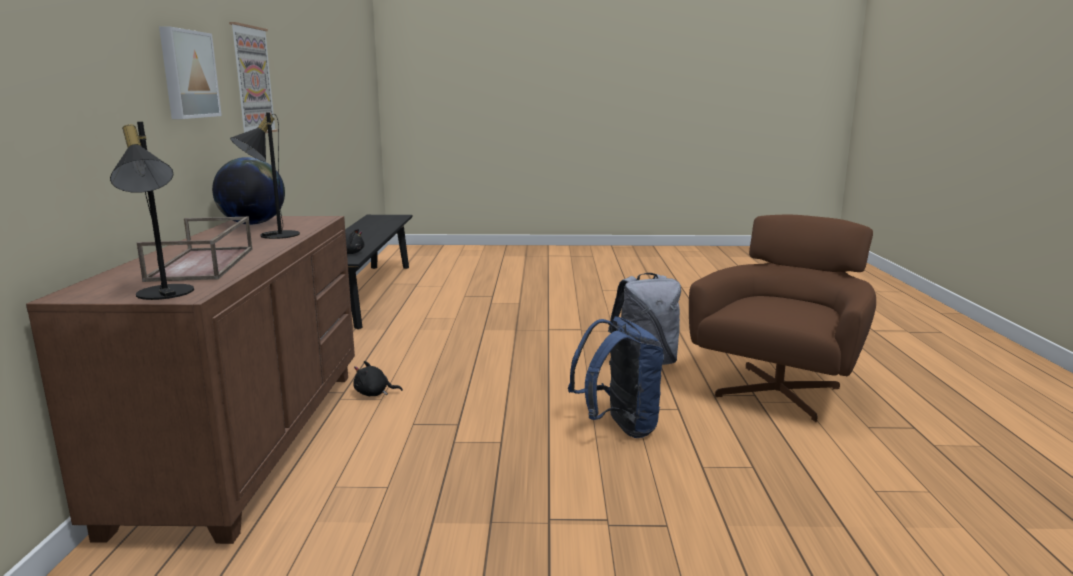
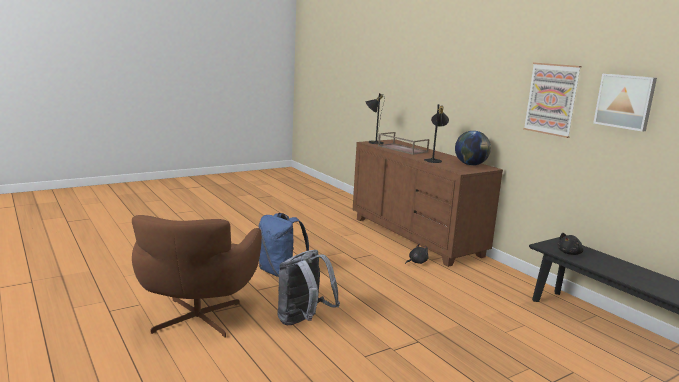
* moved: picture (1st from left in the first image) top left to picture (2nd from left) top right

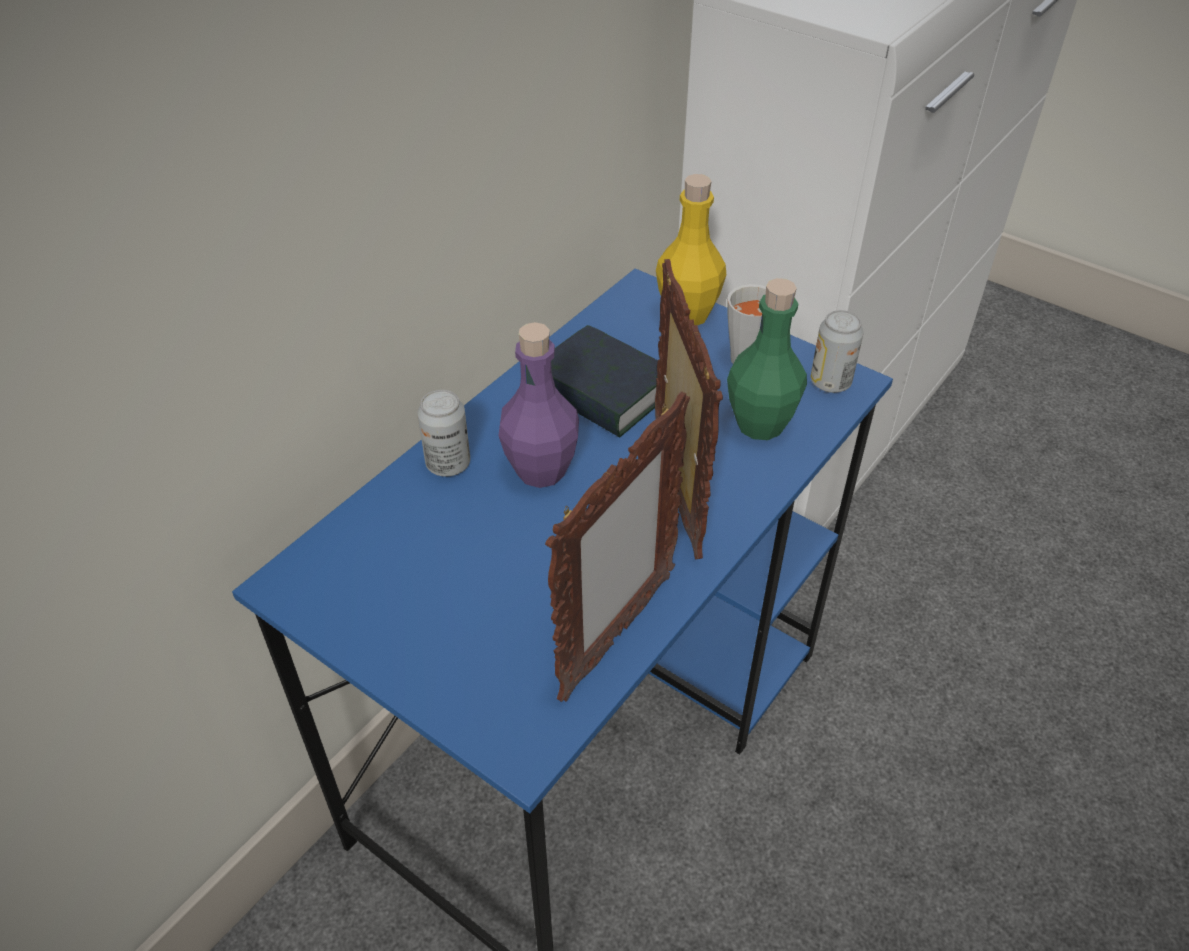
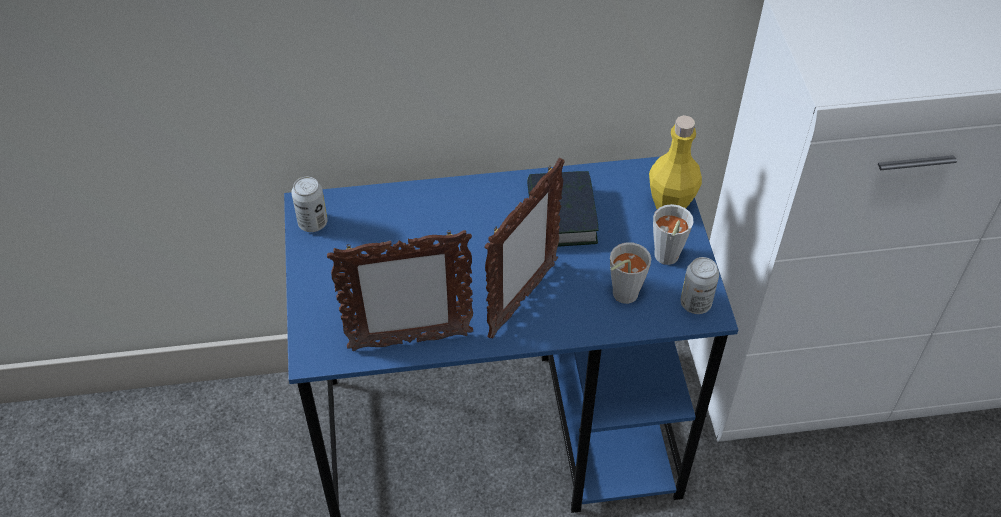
* moved: sealed can (1st from left) centre to middle left
* replaced: greenish drink bottle centre to gray drinking cup (1st from left) centre
* removed: purplish drink bottle centre

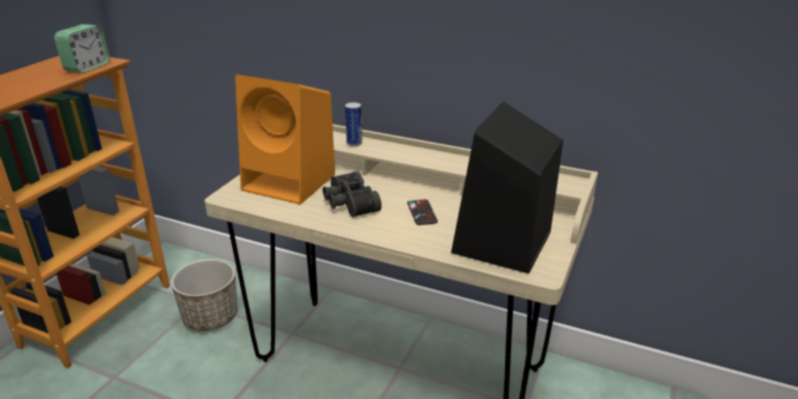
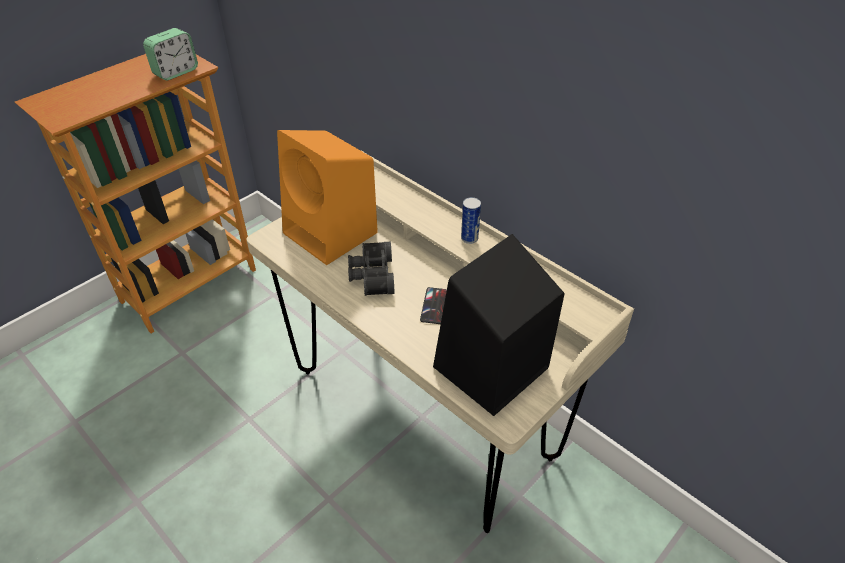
* moved: sealed can top centre to centre
* removed: planter bottom left

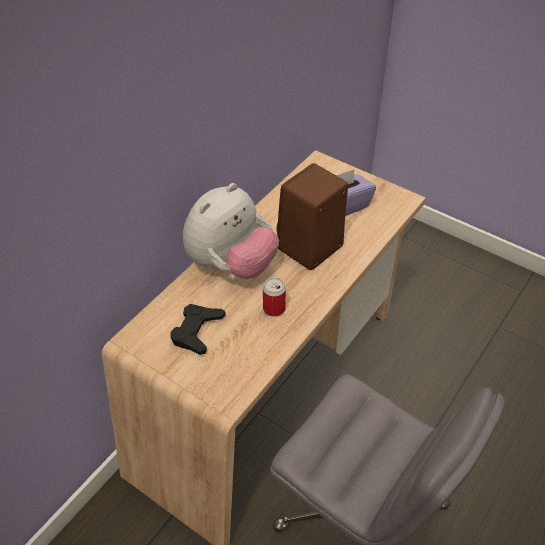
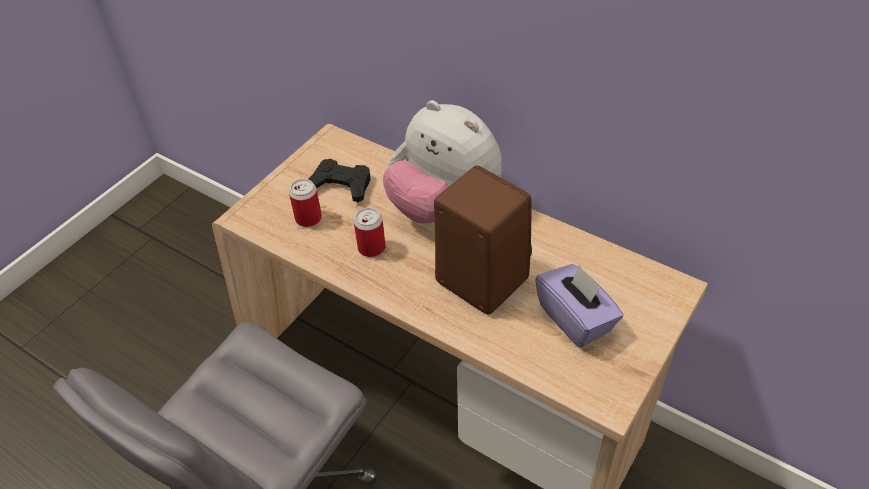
* added: sealed can (1st from left) centre

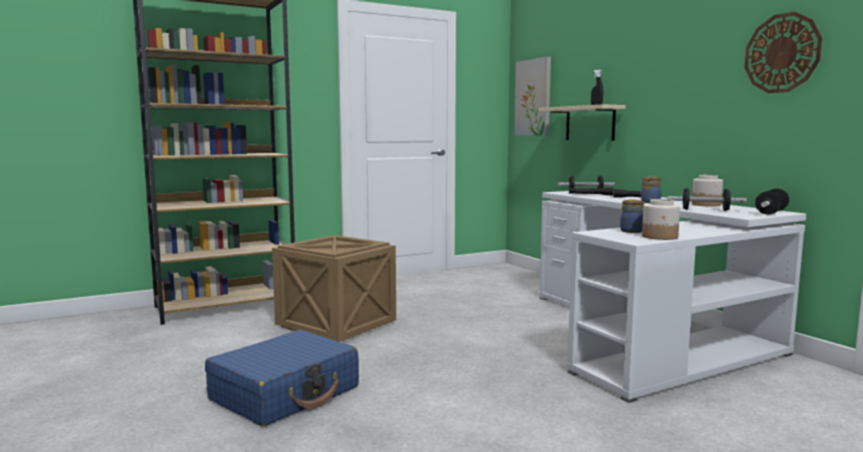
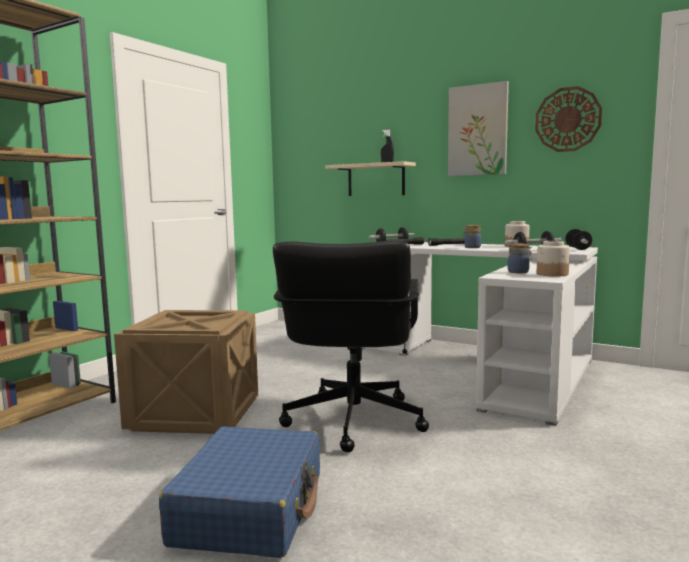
* added: black-coloured desk chair centre
* moved: picture top centre to top right

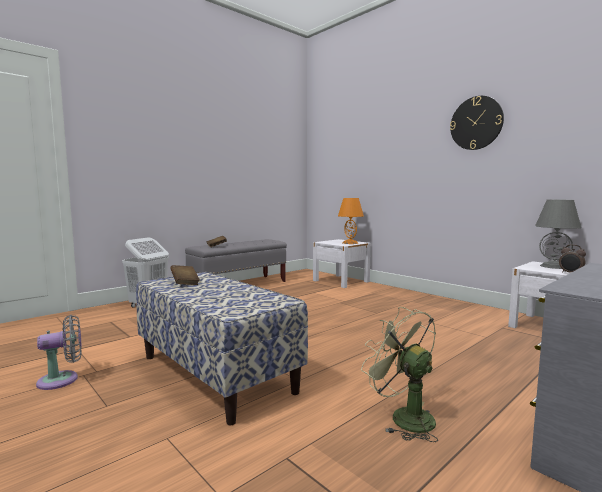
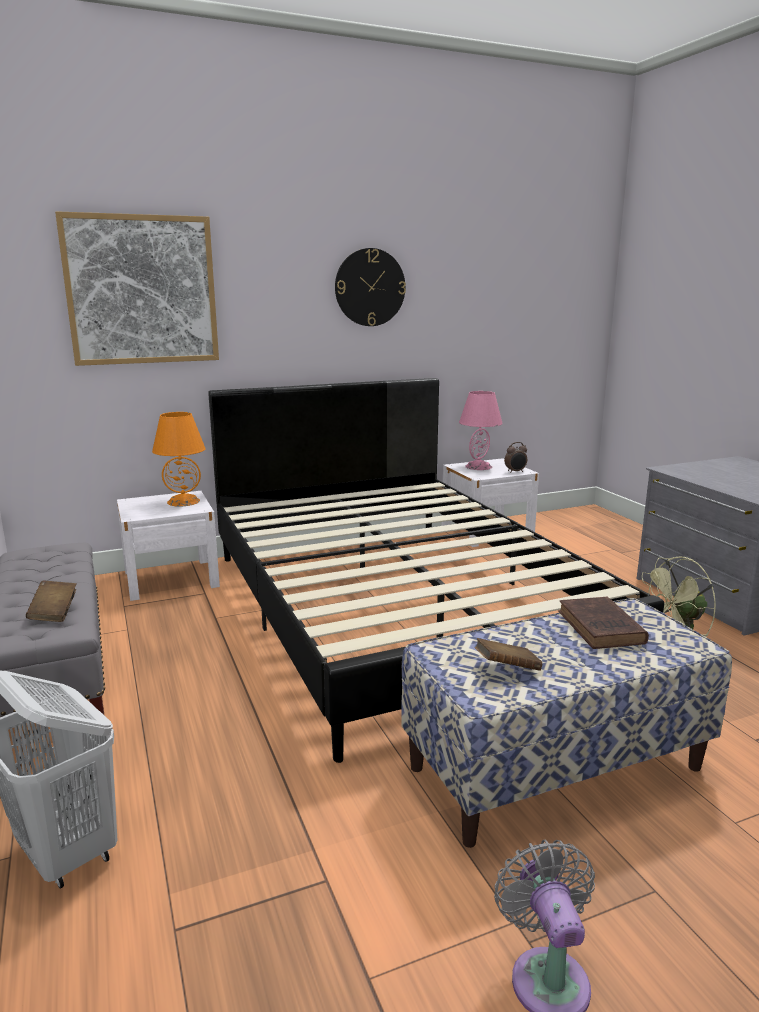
* added: picture top left
* added: black-coloured bedroom bed centre
* recoloured: gray lamp for a table middle right to pink-coloured lamp for a table centre
* added: brown-coloured book (3rd from left) middle right

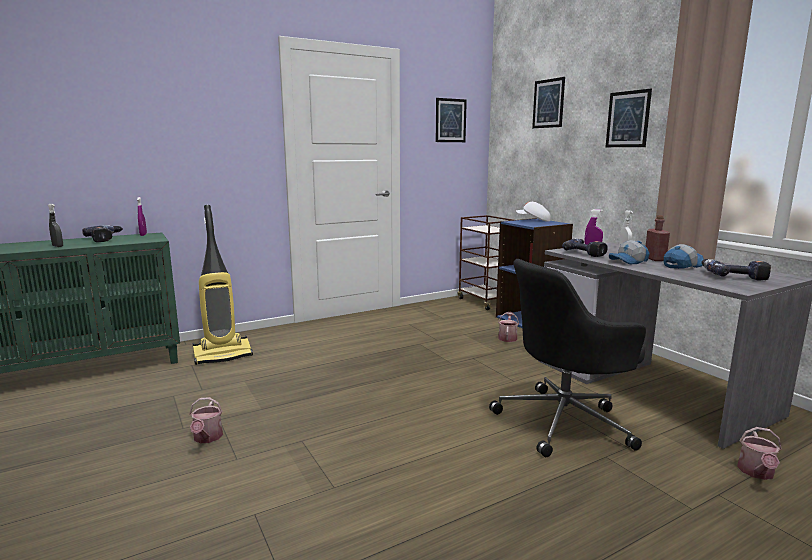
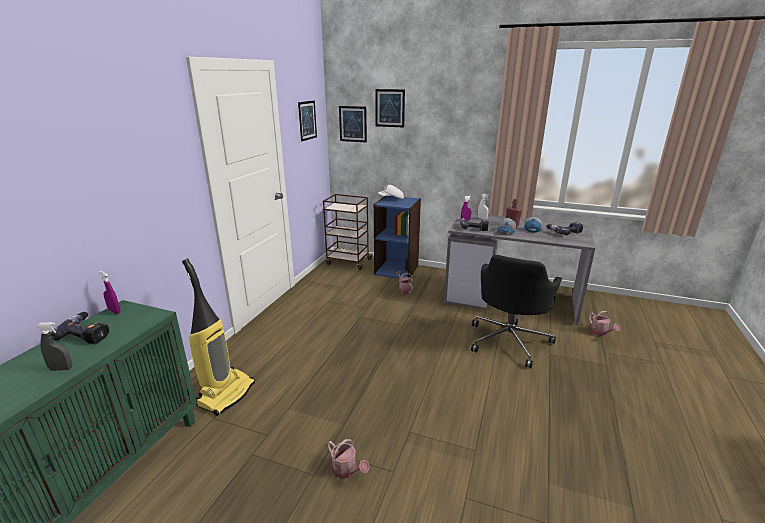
* moved: picture (3rd from left in the first image) top right to picture (2nd from left) top centre

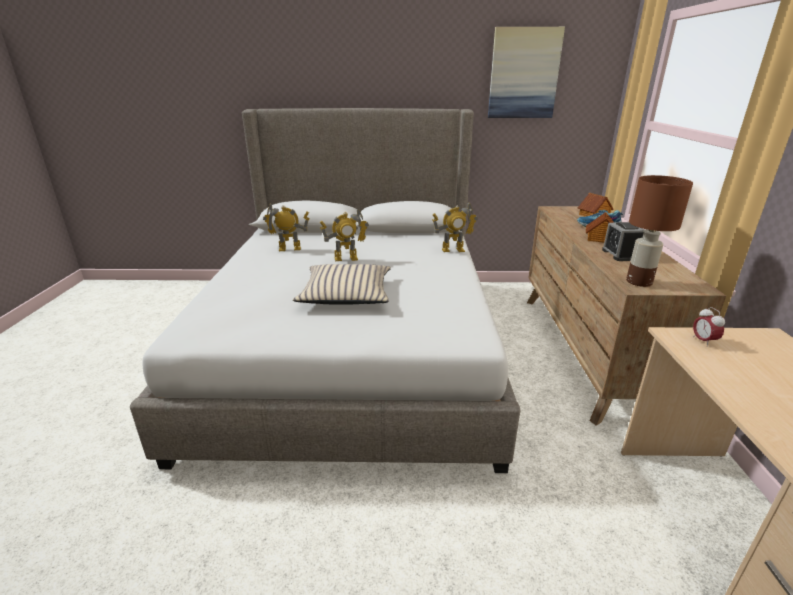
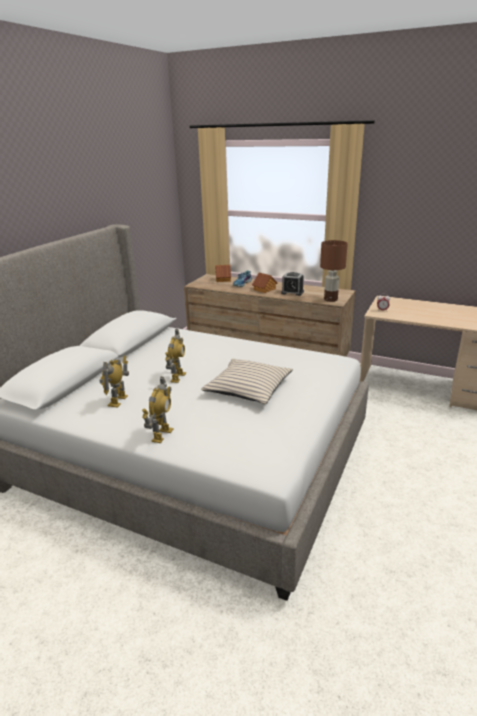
* moved: model robot (3rd from left in the first image) centre to model robot (2nd from left) middle left
* removed: picture top centre

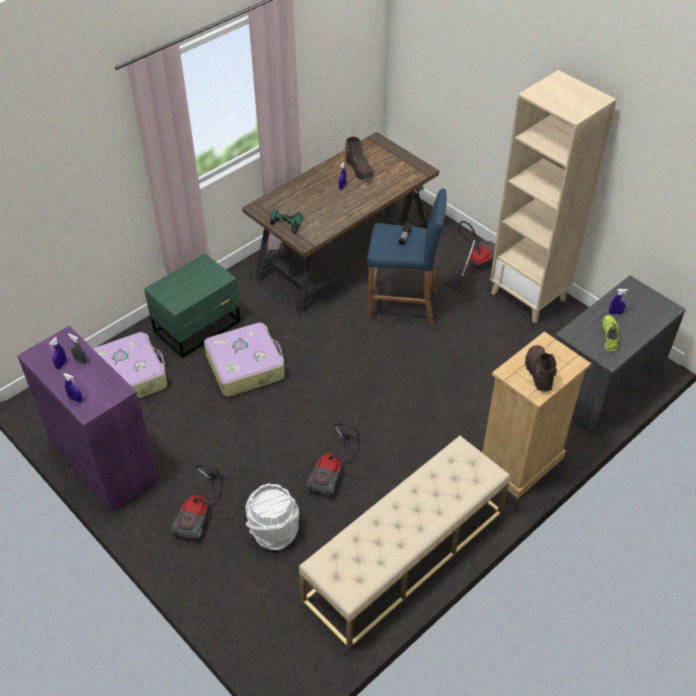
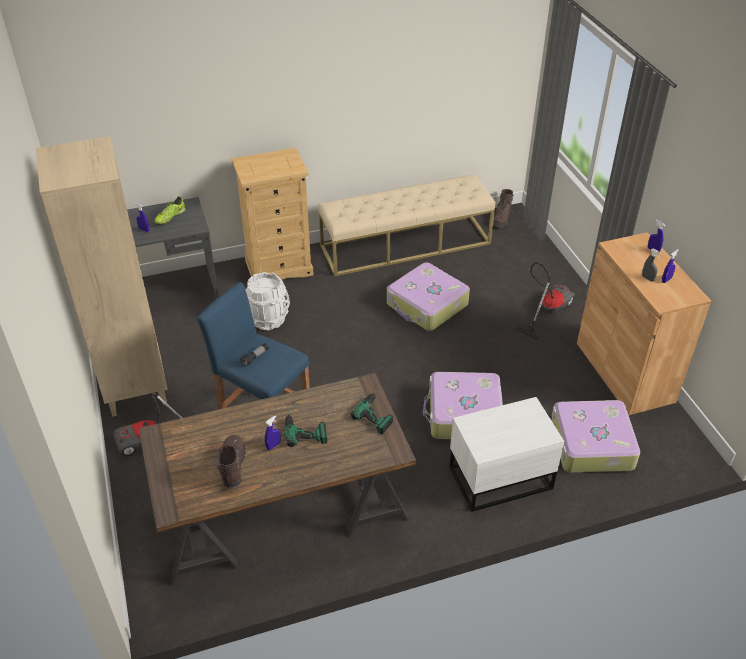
* moved: white-coloured water bucket bottom centre to centre
* added: power drill (1st from left) centre
* replaced: vacuum cleaner (2nd from left) centre to suitcase (1st from left) centre
* recoloured: greenish night table middle left to white-coloured night table bottom right
* moved: brown-coloured high-top boot (2nd from left) middle right to top right
* recoloured: purplish cabinet middle left to brown-coloured cabinet middle right

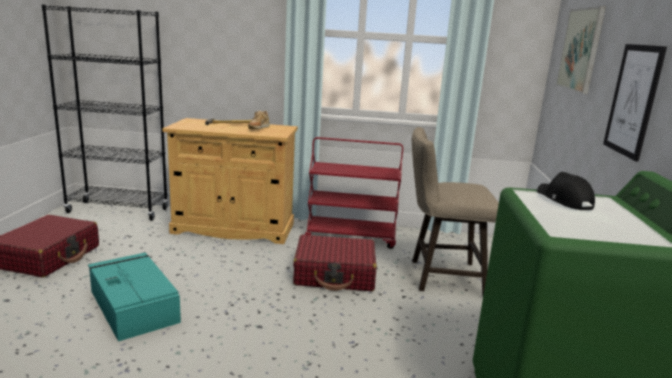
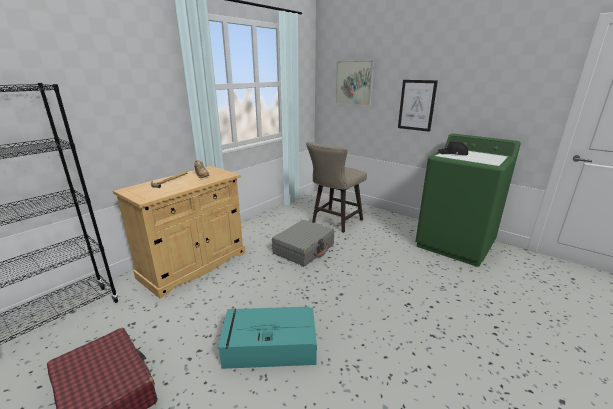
* recoloured: reddish suitcase (2nd from left) bottom centre to gray suitcase centre
* removed: reddish wheeled cart centre

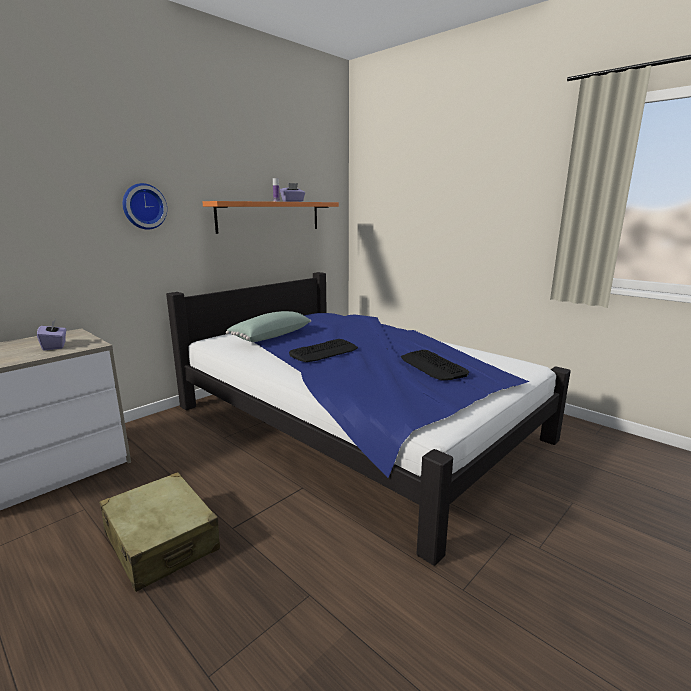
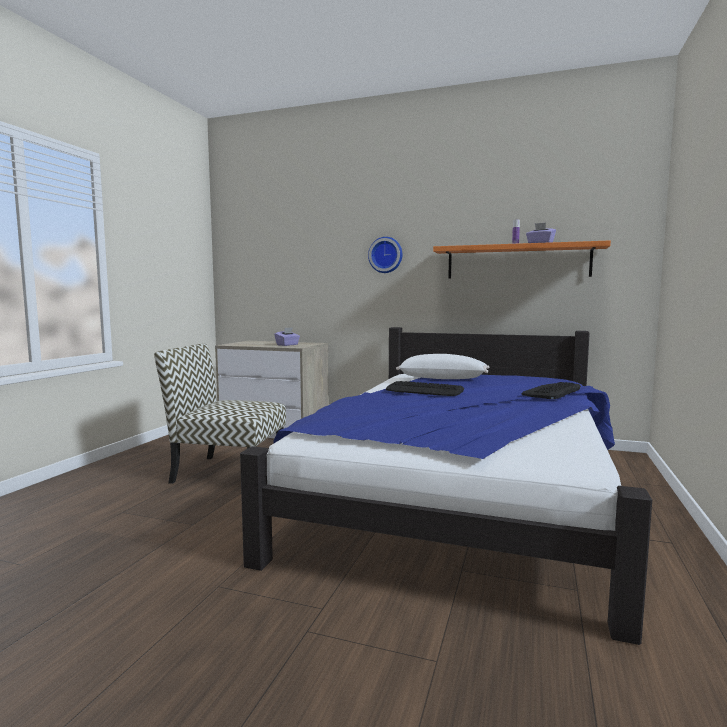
* replaced: sand-coloured suitcase bottom left to plain chair middle left
* recoloured: greenish pillow centre to white-coloured pillow centre
* moved: PC keyboard (2nd from left) centre to middle right

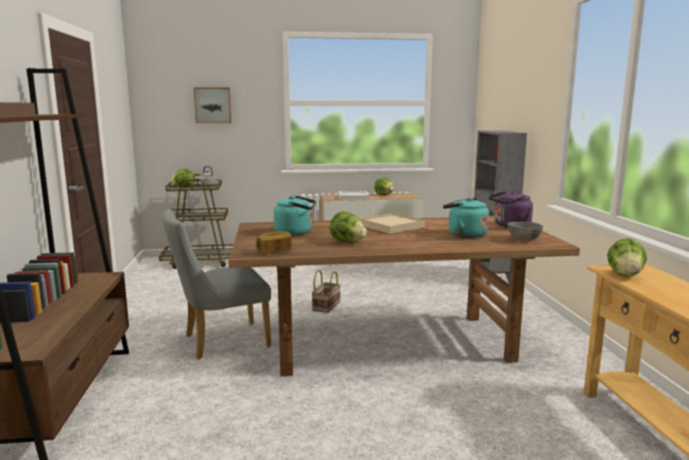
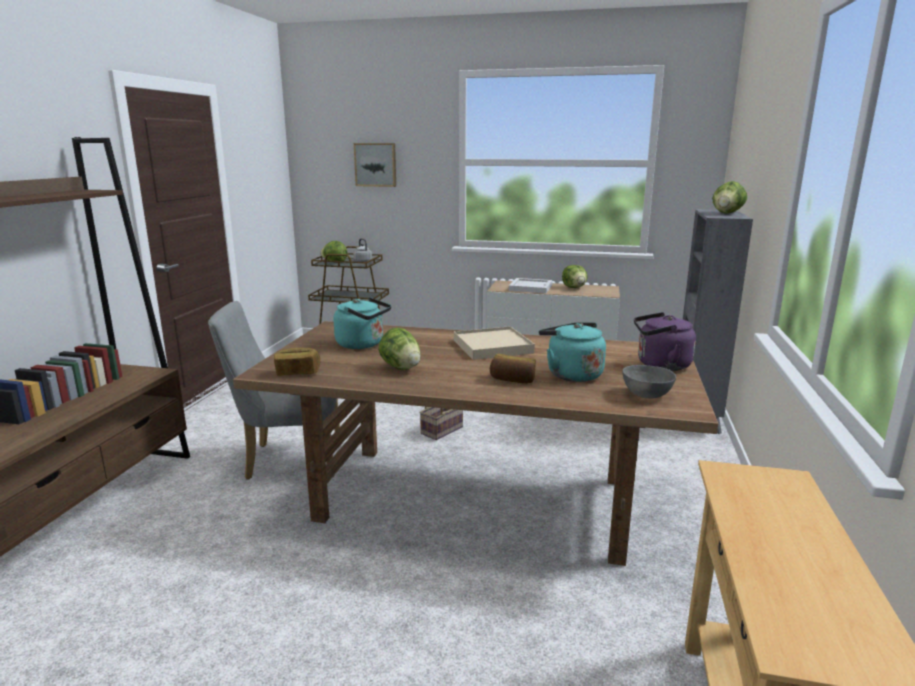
* added: bakery bread (2nd from left) centre
* moved: lettuce head (4th from left) middle right to top right

